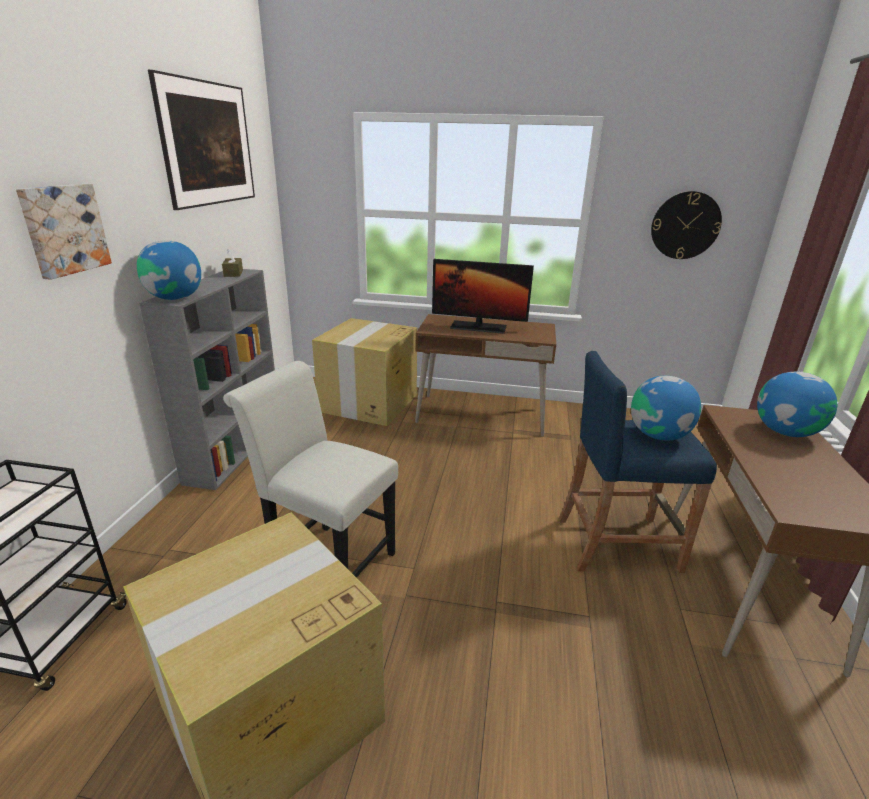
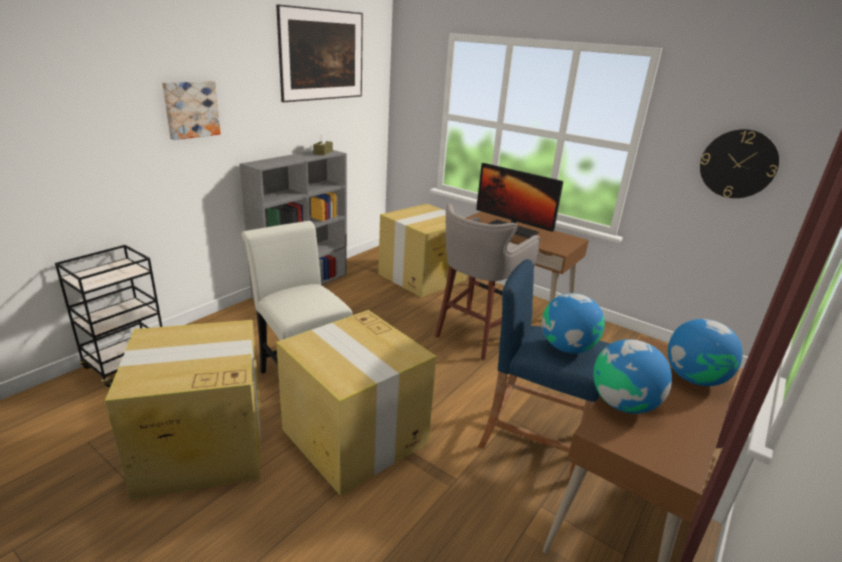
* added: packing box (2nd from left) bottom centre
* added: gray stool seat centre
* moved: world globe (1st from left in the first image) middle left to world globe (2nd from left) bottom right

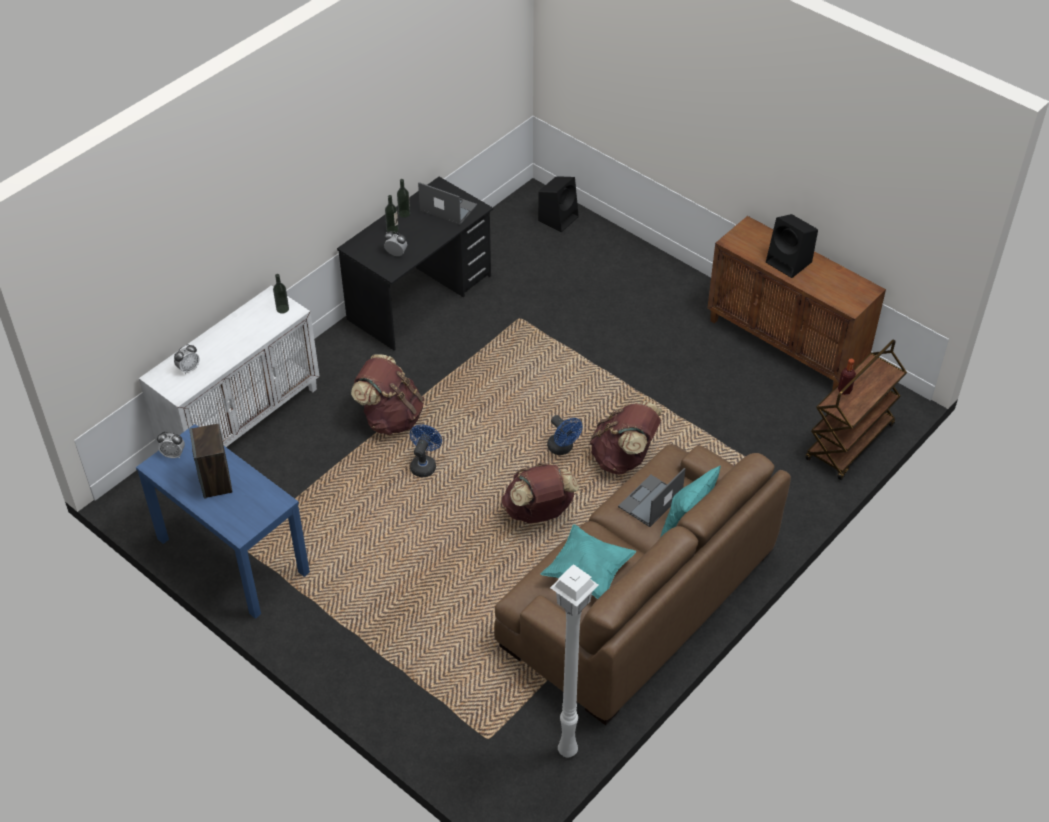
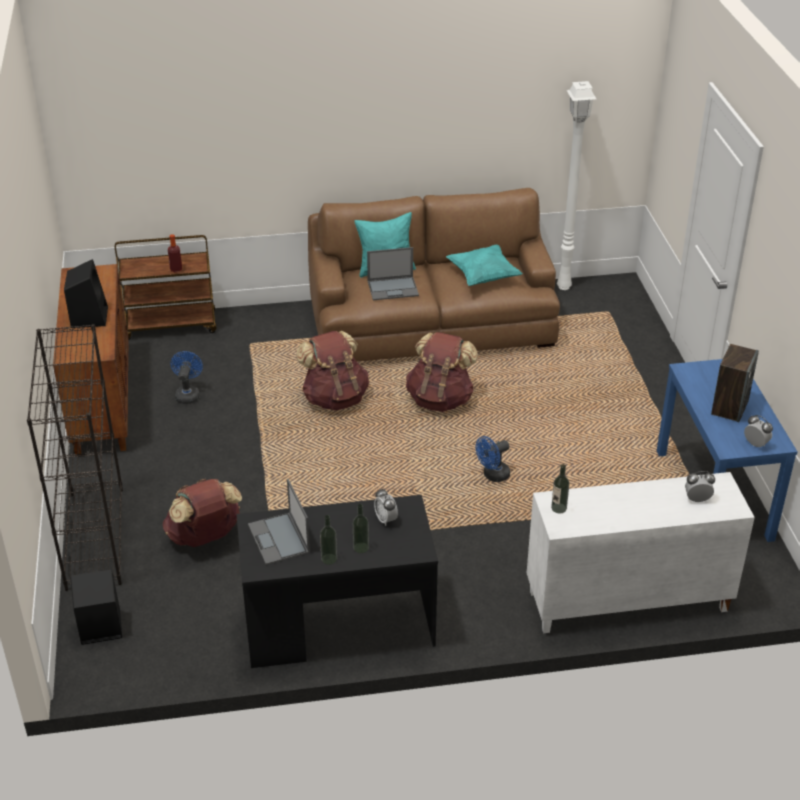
* added: black-coloured bookshelf middle left
* moved: brown-coloured backpack (1st from left) centre to middle left
* moved: blue-coloured electric fan (2nd from left in the first image) centre to blue-coloured electric fan (1st from left) middle left

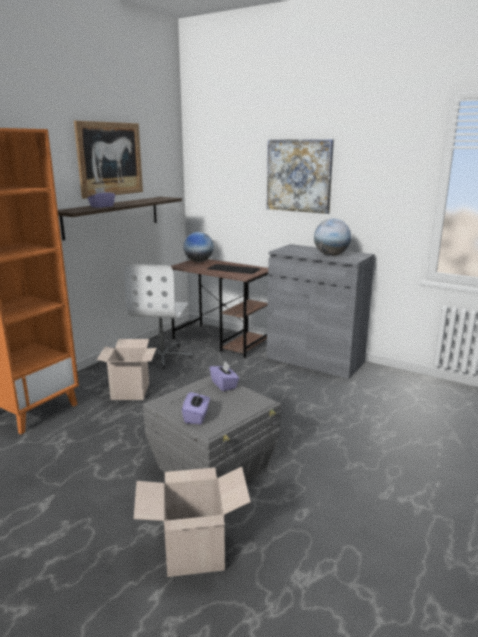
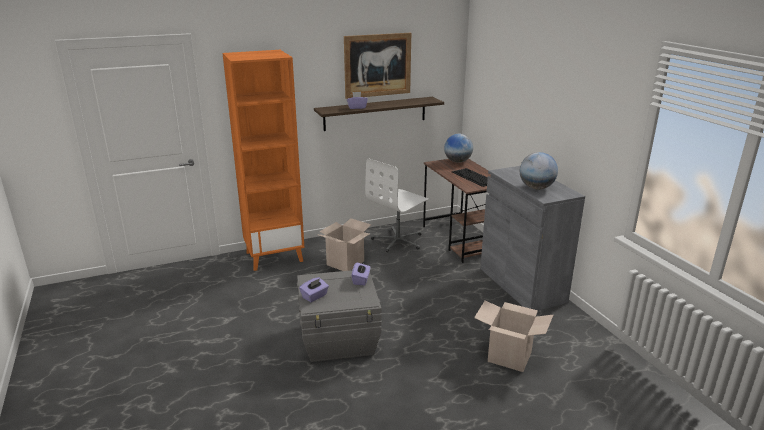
* moved: packing box (2nd from left) bottom centre to bottom right
* removed: picture (2nd from left) top centre

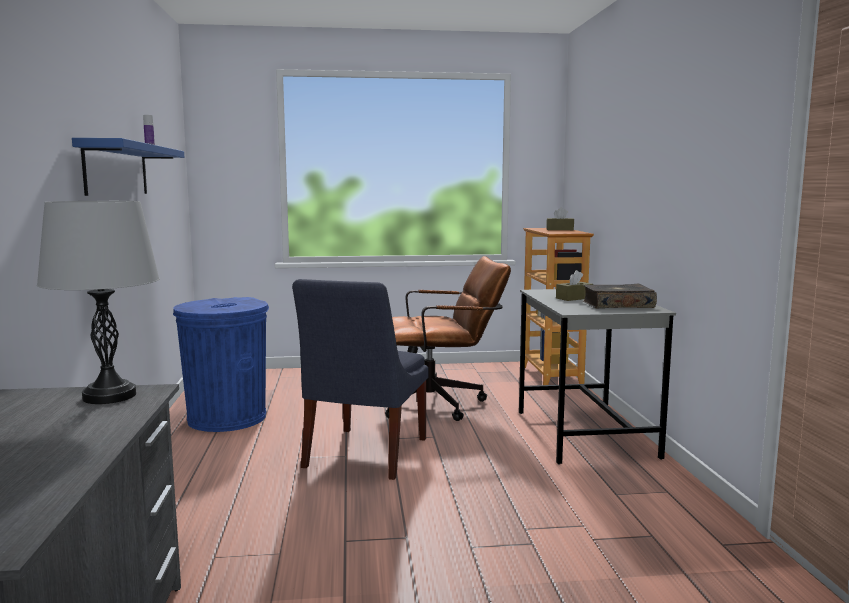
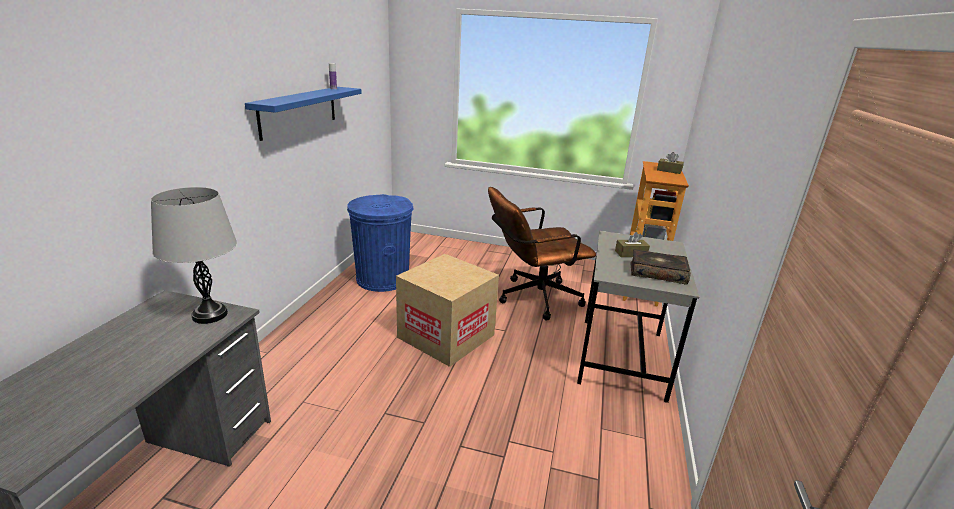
* replaced: blue-coloured plain chair centre to packing box centre
* turned: brown-coloured desk chair centre = centre 150 degrees clockwise

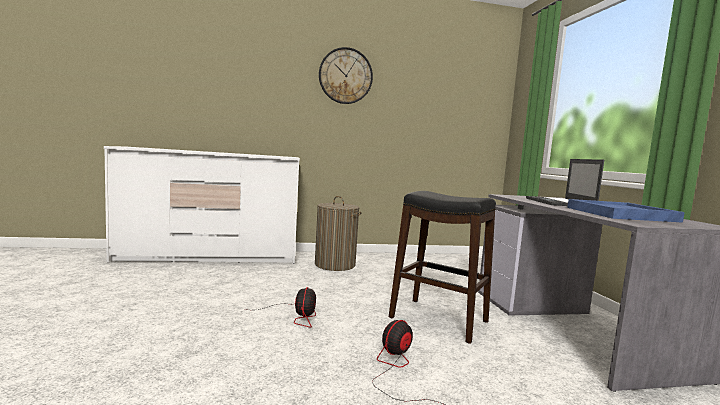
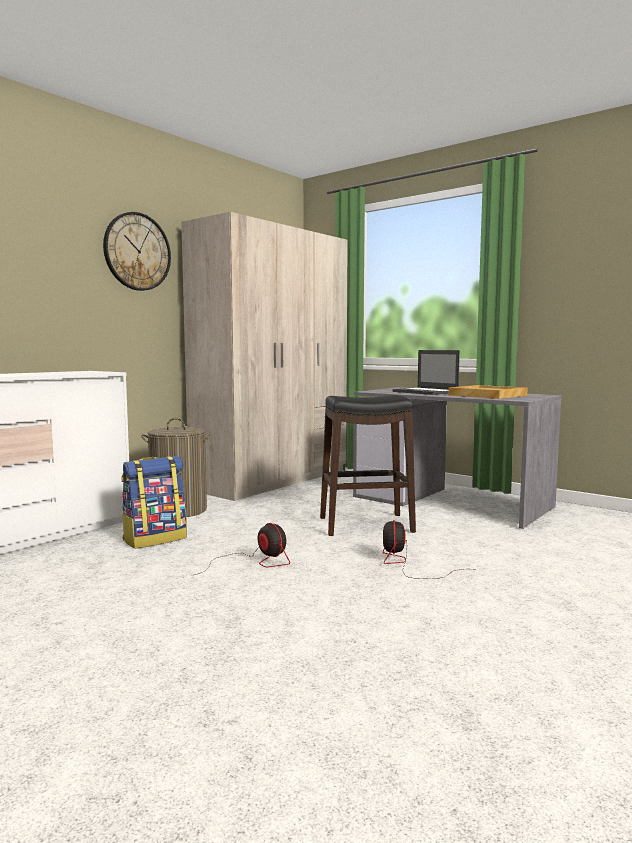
* added: backpack middle left
* added: sand-coloured armoire centre
* recoloured: blue-coloured serving tray middle right to sand-coloured serving tray middle right

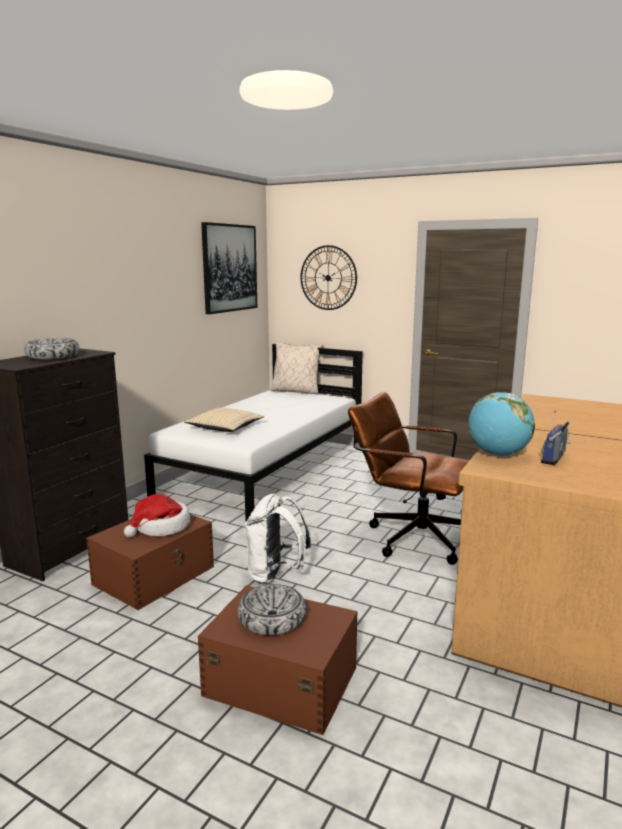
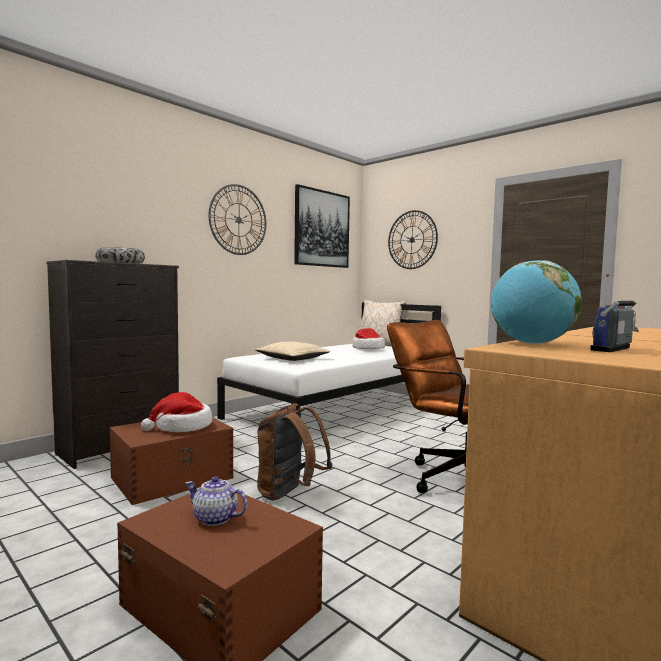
* replaced: bowl (2nd from left) bottom centre to tea pot bottom left
* added: wall clock (1st from left) top centre
* recoloured: white-coloured backpack centre to brown-coloured backpack bottom centre
* added: hat (2nd from left) centre

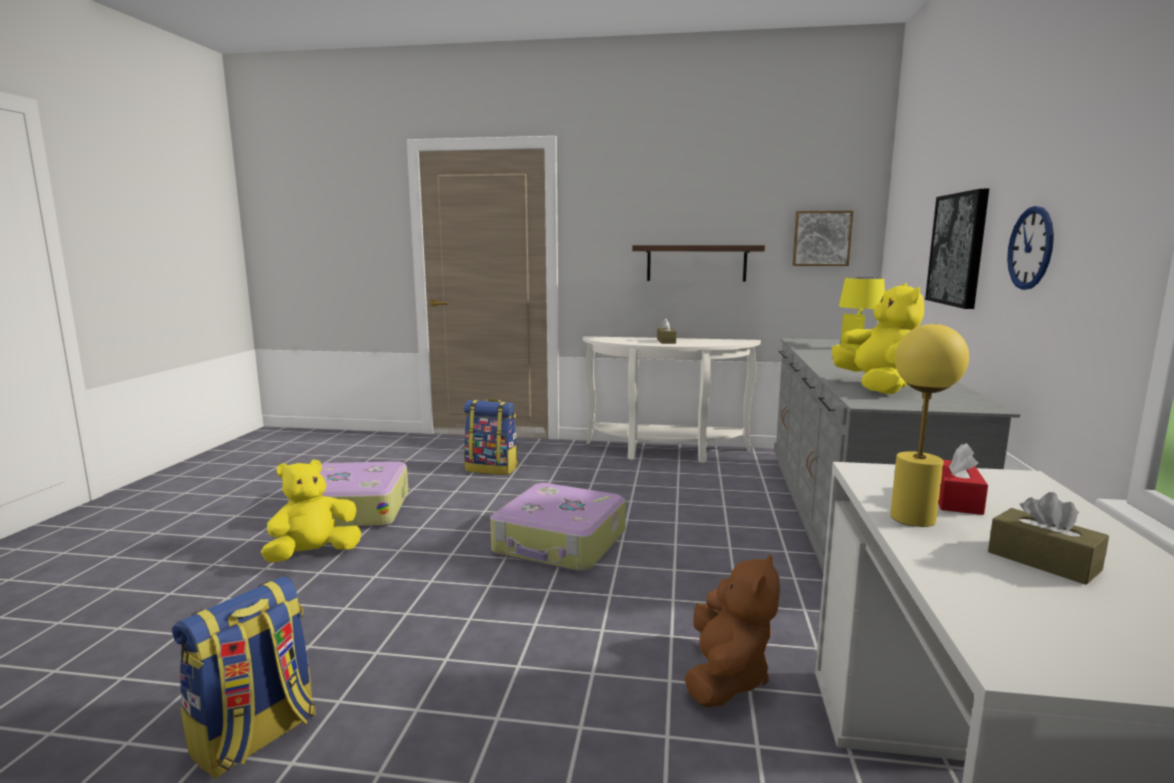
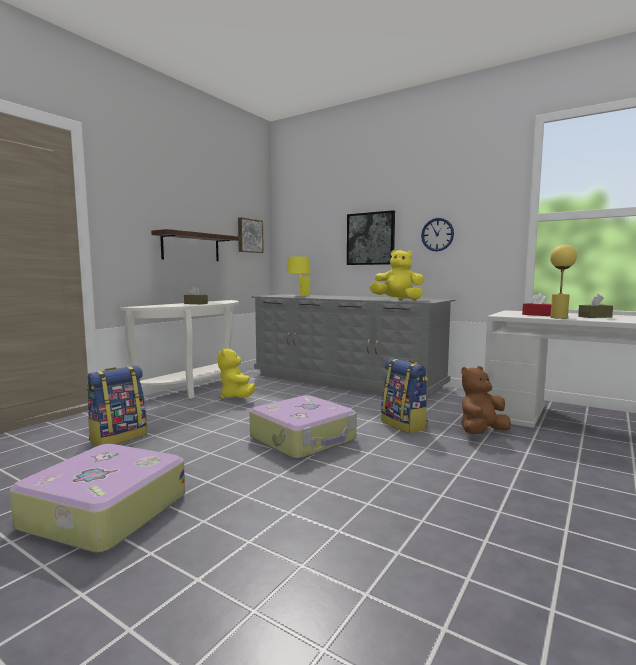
* moved: yellow-coloured cuddly toy (1st from left) middle left to centre
* moved: backpack (1st from left in the first image) bottom left to backpack (2nd from left) centre
* turned: brown-coloured cuddly toy bottom centre = middle right 75 degrees counterclockwise

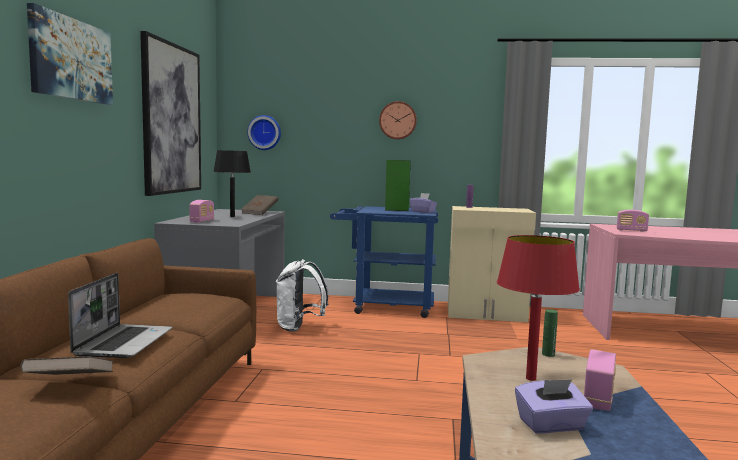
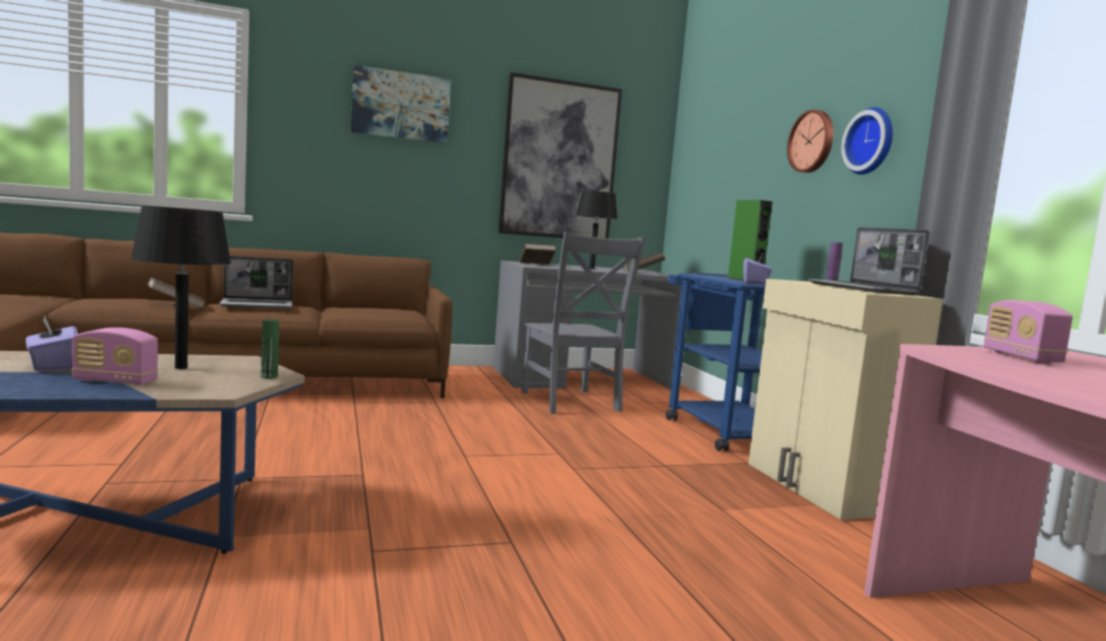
* recoloured: reddish lamp for a table bottom right to black-coloured lamp for a table (1st from left) middle left
* replaced: radio receiver (1st from left) middle left to brown-coloured book (2nd from left) centre
* replaced: white-coloured backpack centre to gray plain chair centre
* added: laptop (2nd from left) middle right
* moved: wall clock (1st from left in the first image) top centre to wall clock (2nd from left) top right

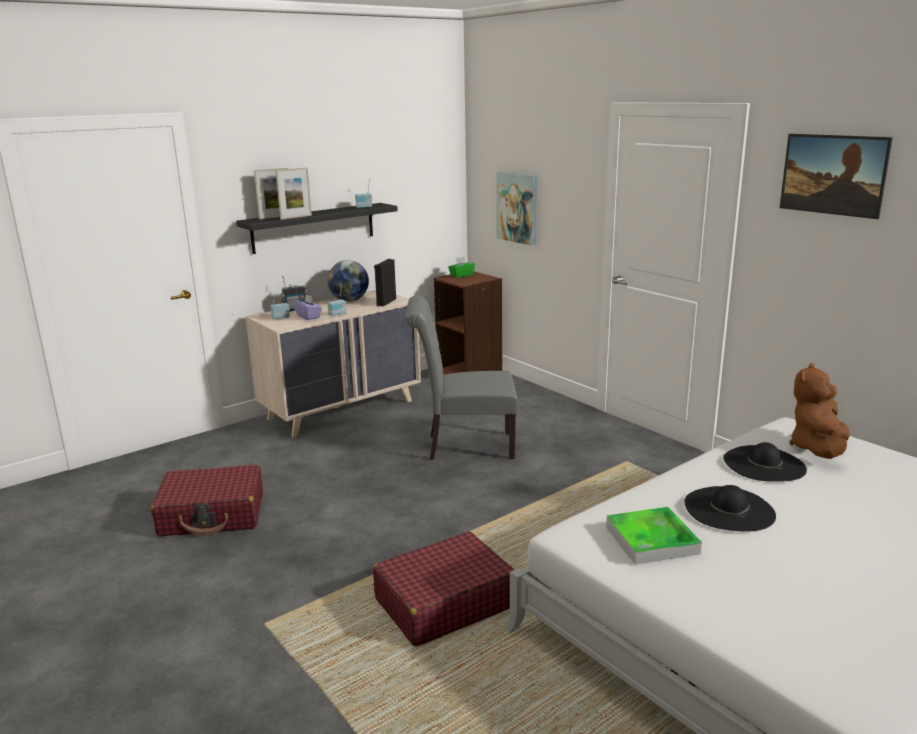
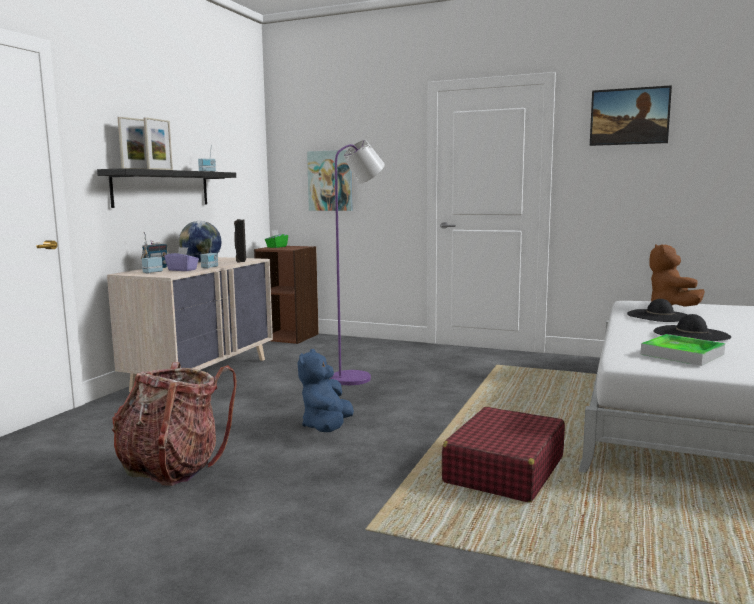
* replaced: reddish suitcase (1st from left) bottom left to backpack bottom left
* added: blue-coloured cuddly toy centre
* replaced: gray plain chair centre to purplish floor lamp centre

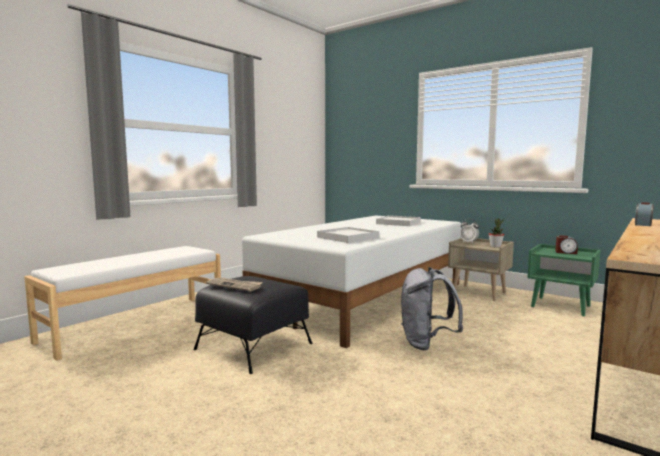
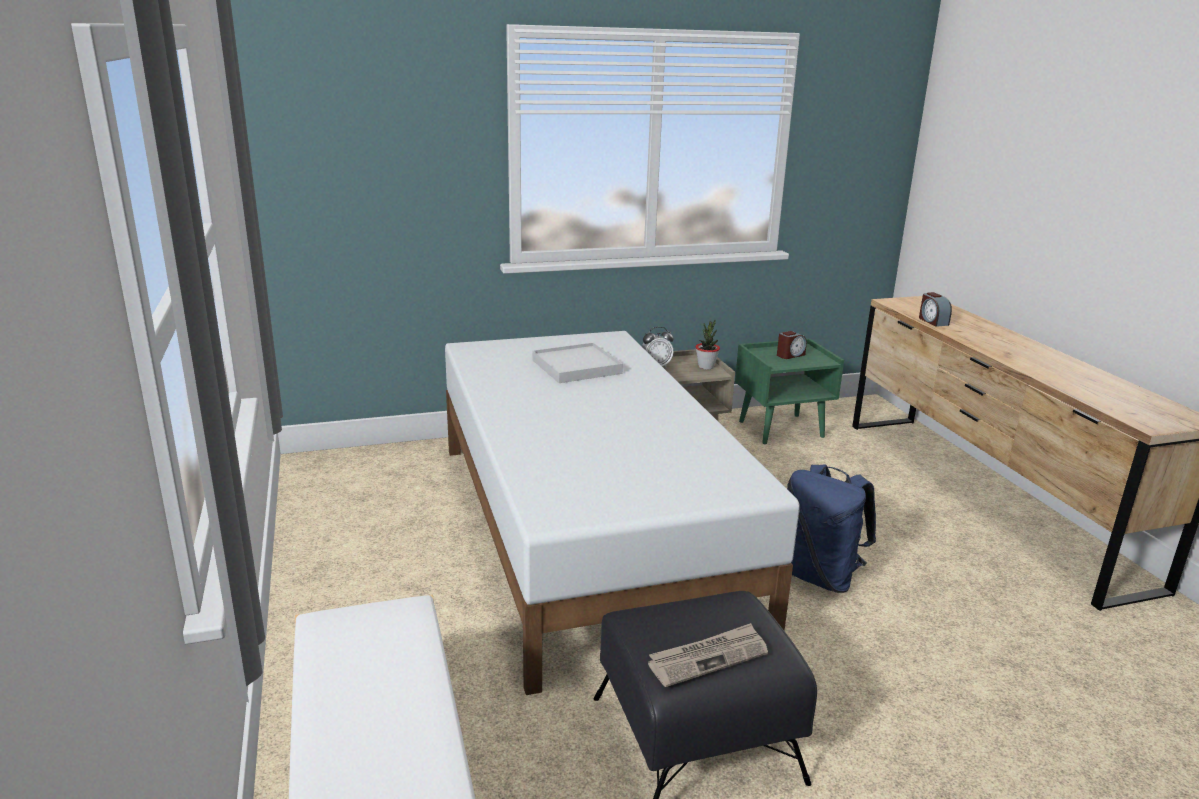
* recoloured: gray backpack bottom centre to blue-coloured backpack middle right
* removed: white-coloured serving tray (1st from left) centre

